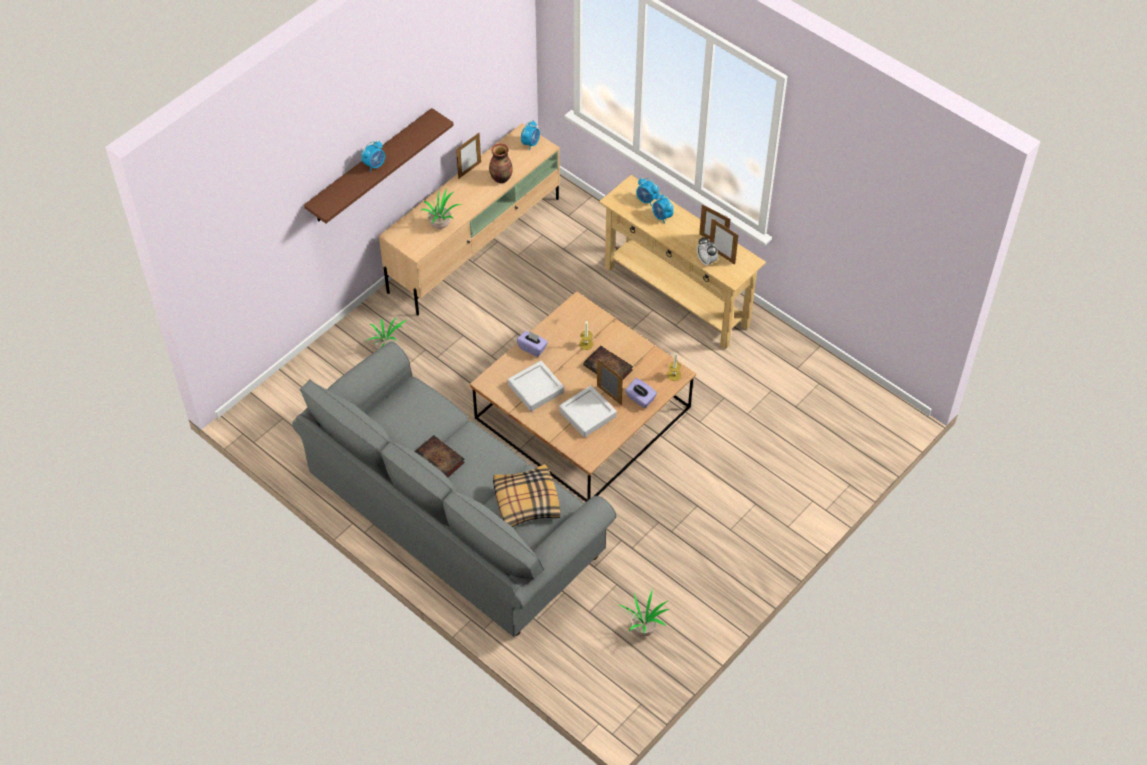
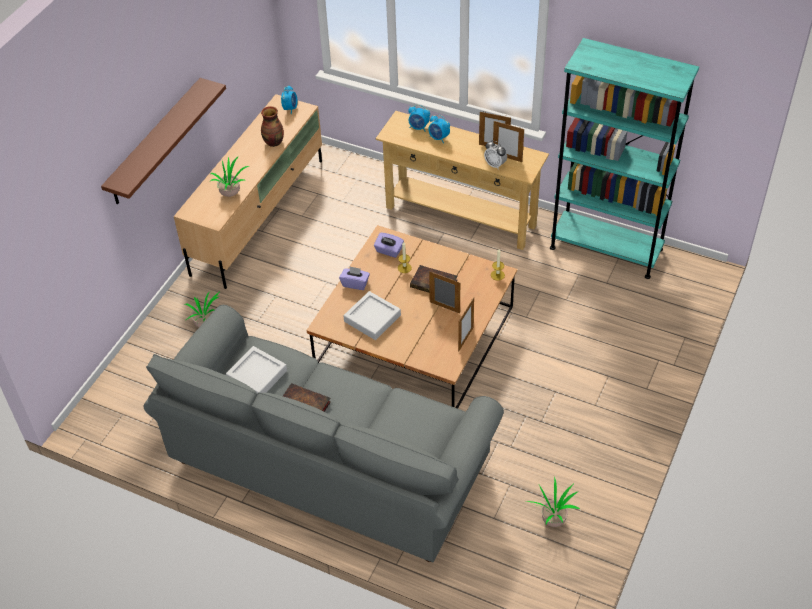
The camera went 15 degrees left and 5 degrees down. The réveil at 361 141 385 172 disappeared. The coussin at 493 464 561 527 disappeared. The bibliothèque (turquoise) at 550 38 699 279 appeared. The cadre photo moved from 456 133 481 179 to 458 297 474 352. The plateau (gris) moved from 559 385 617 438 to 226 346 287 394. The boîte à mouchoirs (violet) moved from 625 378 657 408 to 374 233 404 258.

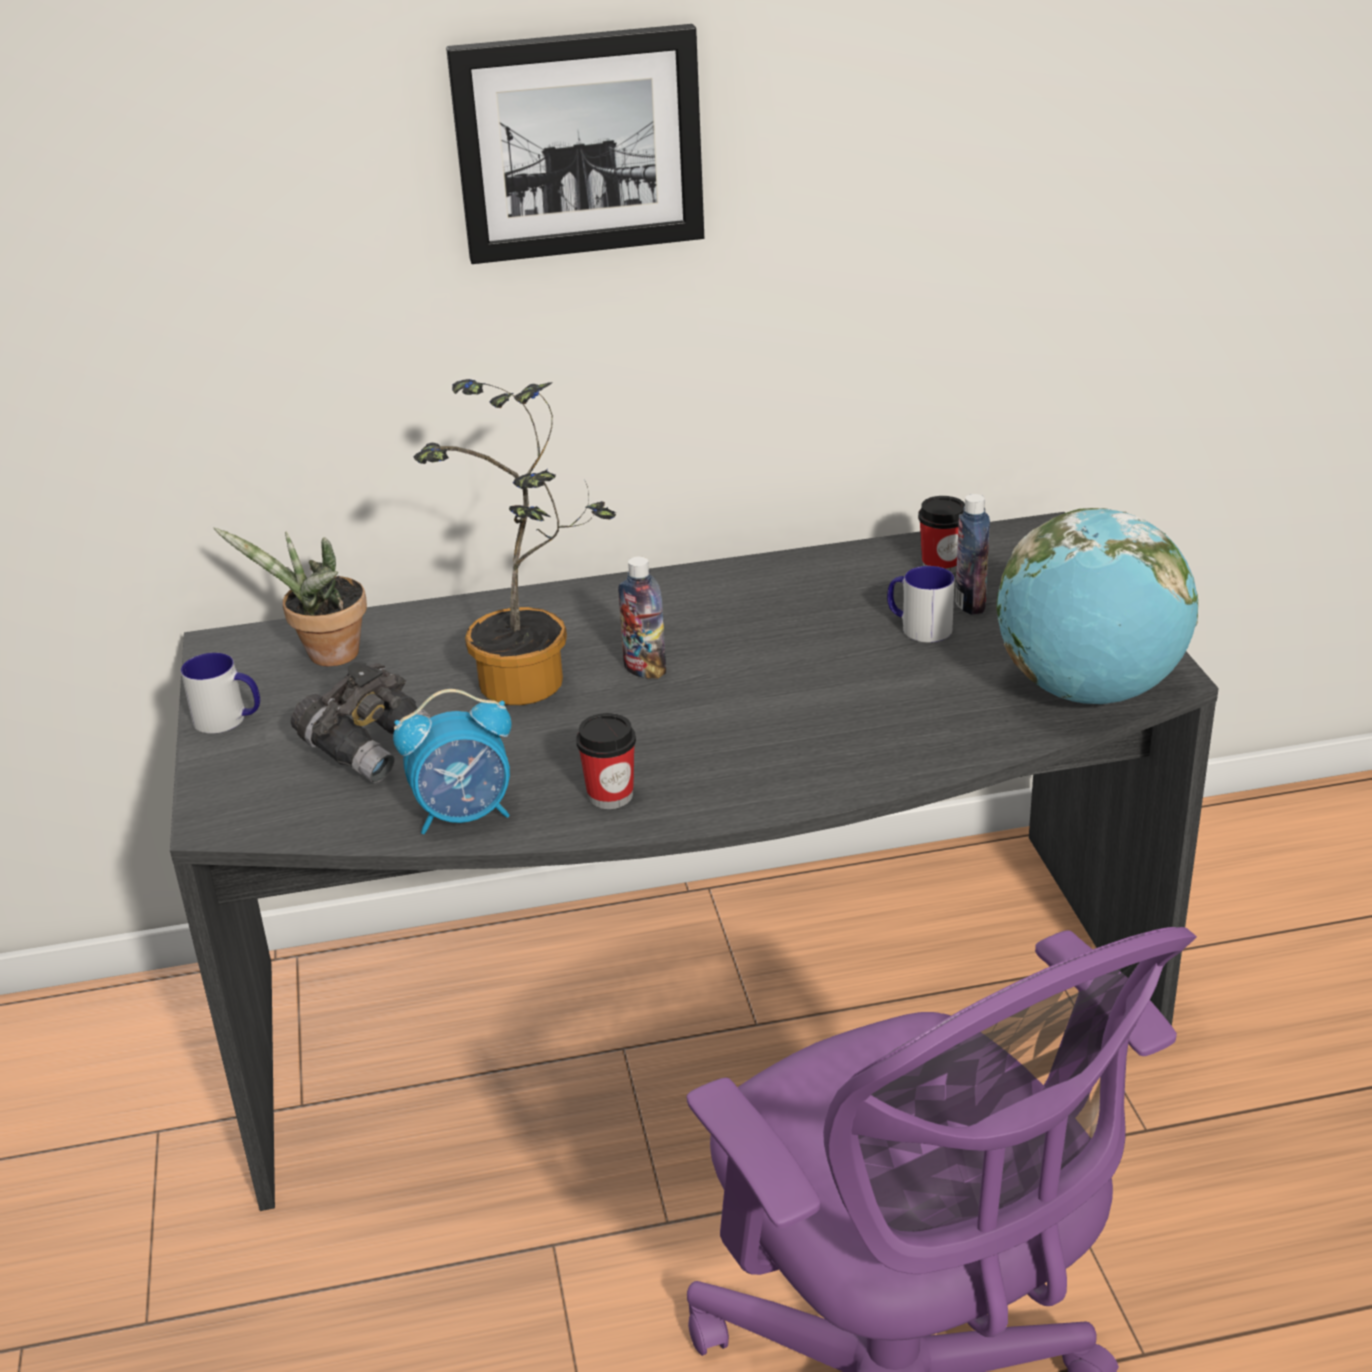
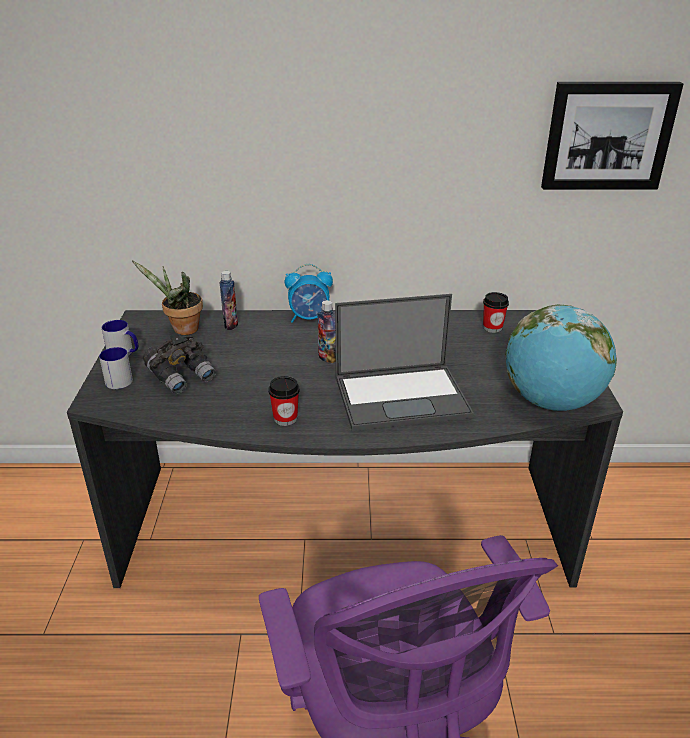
The camera went 10 degrees right and 0 degrees up. The plante en pot at 414 379 617 705 disappeared. The ordinateur portable at 335 294 474 431 appeared. The réveil moved from 393 689 512 834 to 285 264 333 323. The tableau moved from 446 24 704 264 to 541 82 684 190. The mug moved from 887 566 955 642 to 99 347 133 389. The bouteille moved from 955 494 990 615 to 220 271 238 330.

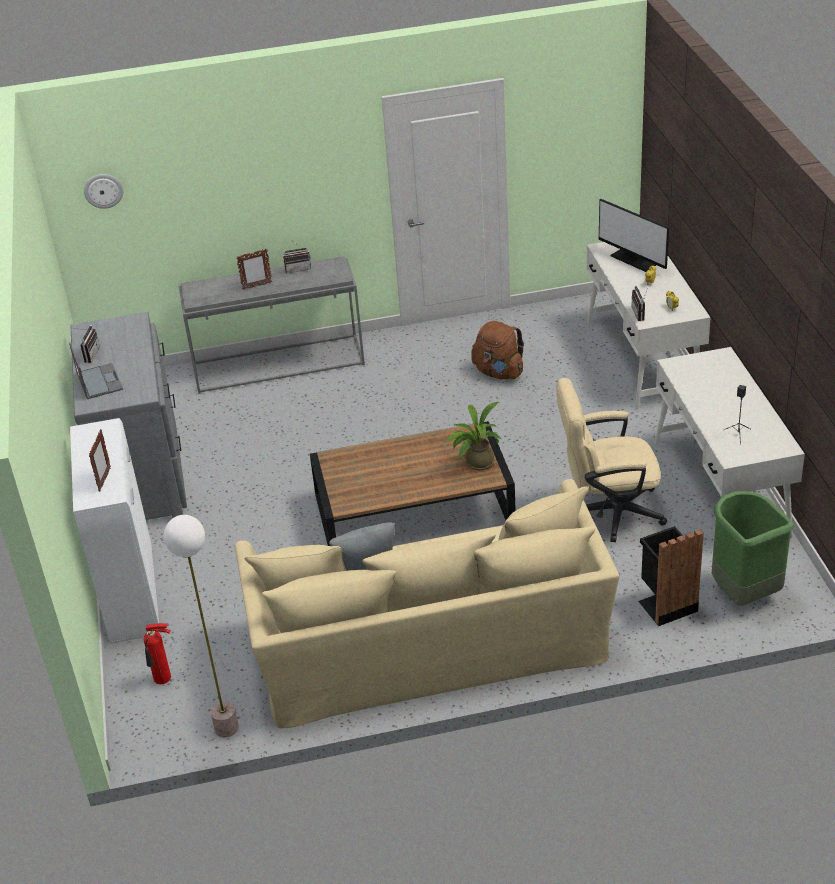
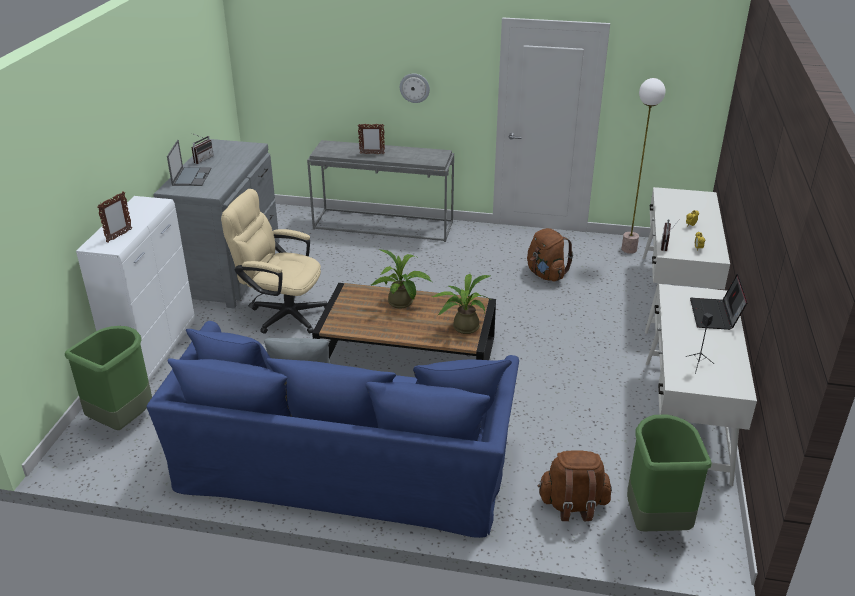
The camera went 20 degrees right and 5 degrees down. The radio at 283 241 311 273 disappeared. The écran d'ordinateur at 598 199 669 272 disappeared. The plante en pot at 371 249 432 309 appeared. The ordinateur portable at 690 274 748 330 appeared. The horloge murale moved from 84 174 123 209 to 400 73 430 103. The lampadaire moved from 164 515 239 737 to 621 78 666 254. The chaise de bureau (beige) moved from 557 378 667 542 to 221 189 328 334. The extincteur at 143 623 171 684 was replaced by the poubelle (vert) at 65 326 152 430. The poubelle (noir) at 638 526 704 626 was replaced by the sac à dos (marron) at 538 450 612 521. The canapé (beige) at 235 479 620 728 became the canapé (bleu) at 146 321 519 538.

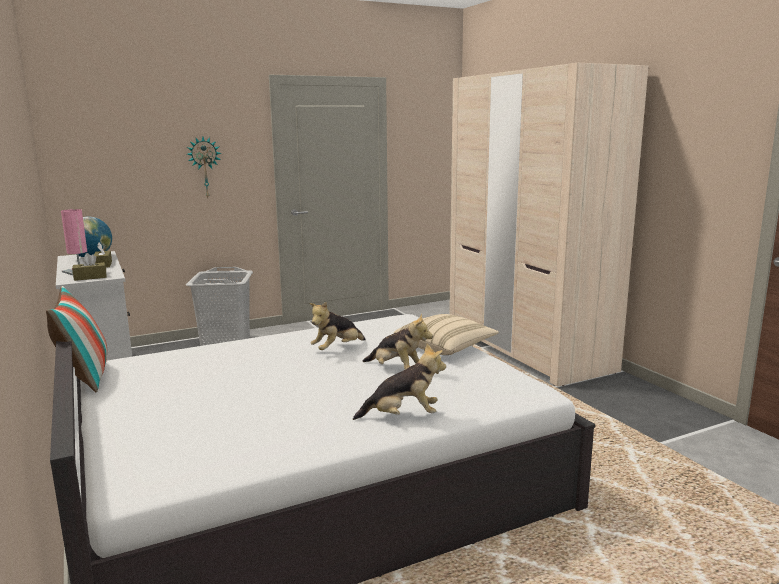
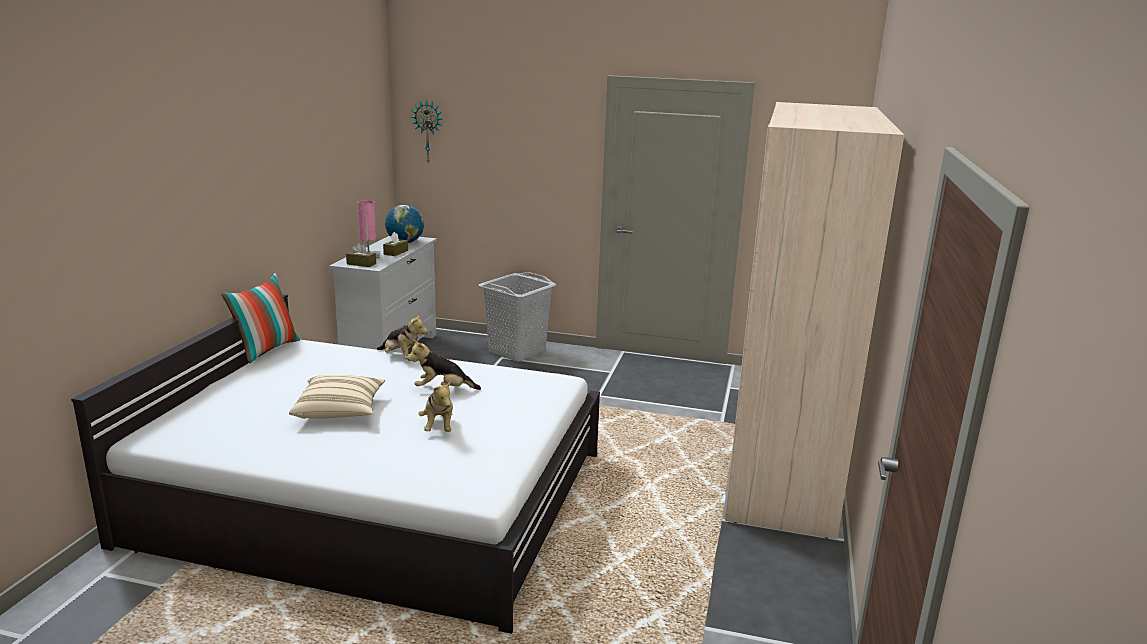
The camera went 40 degrees right and 5 degrees up. The horloge murale moved from 187 137 221 198 to 412 99 443 163. The peluche moved from 353 343 446 420 to 377 313 428 359. The coussin (beige) moved from 394 314 499 355 to 289 375 385 419.

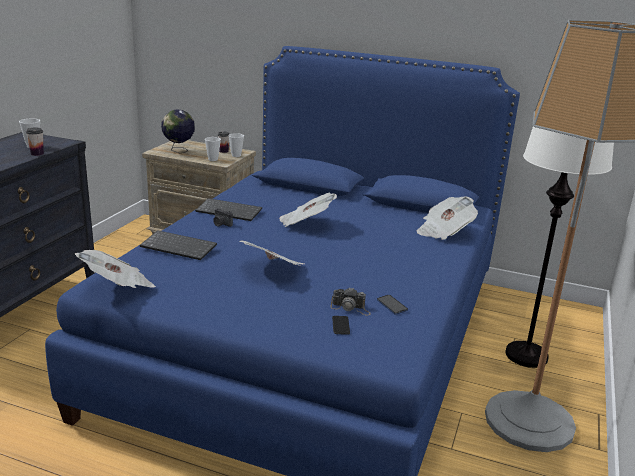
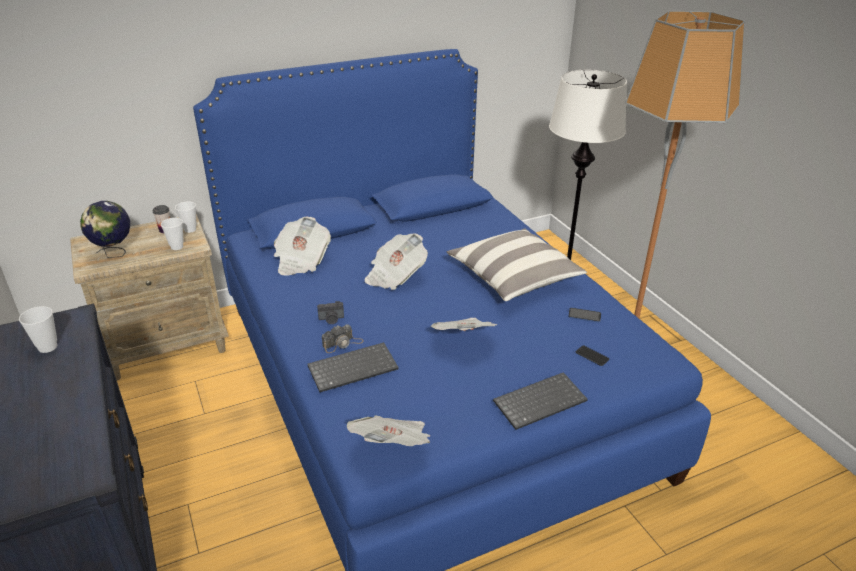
The camera went 45 degrees left and 10 degrees up. The tasse at 26 128 44 156 disappeared. The coussin at 446 228 587 301 appeared. The clavier moved from 195 198 262 221 to 493 372 588 430. The appareil photo moved from 331 287 371 315 to 322 324 364 353. The journal moved from 417 197 478 240 to 274 217 331 276.

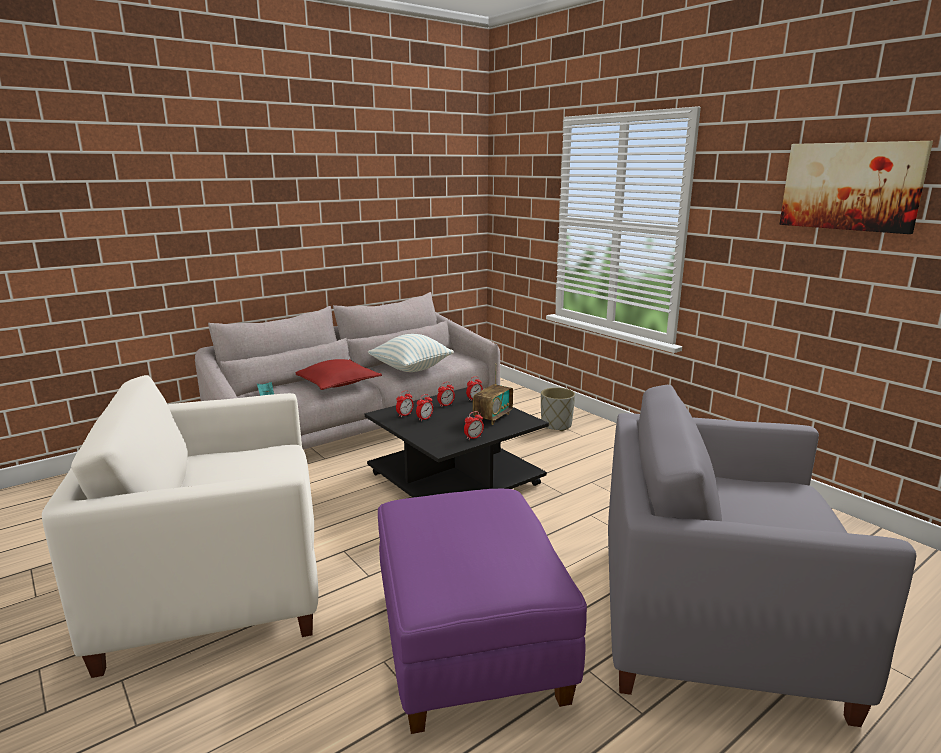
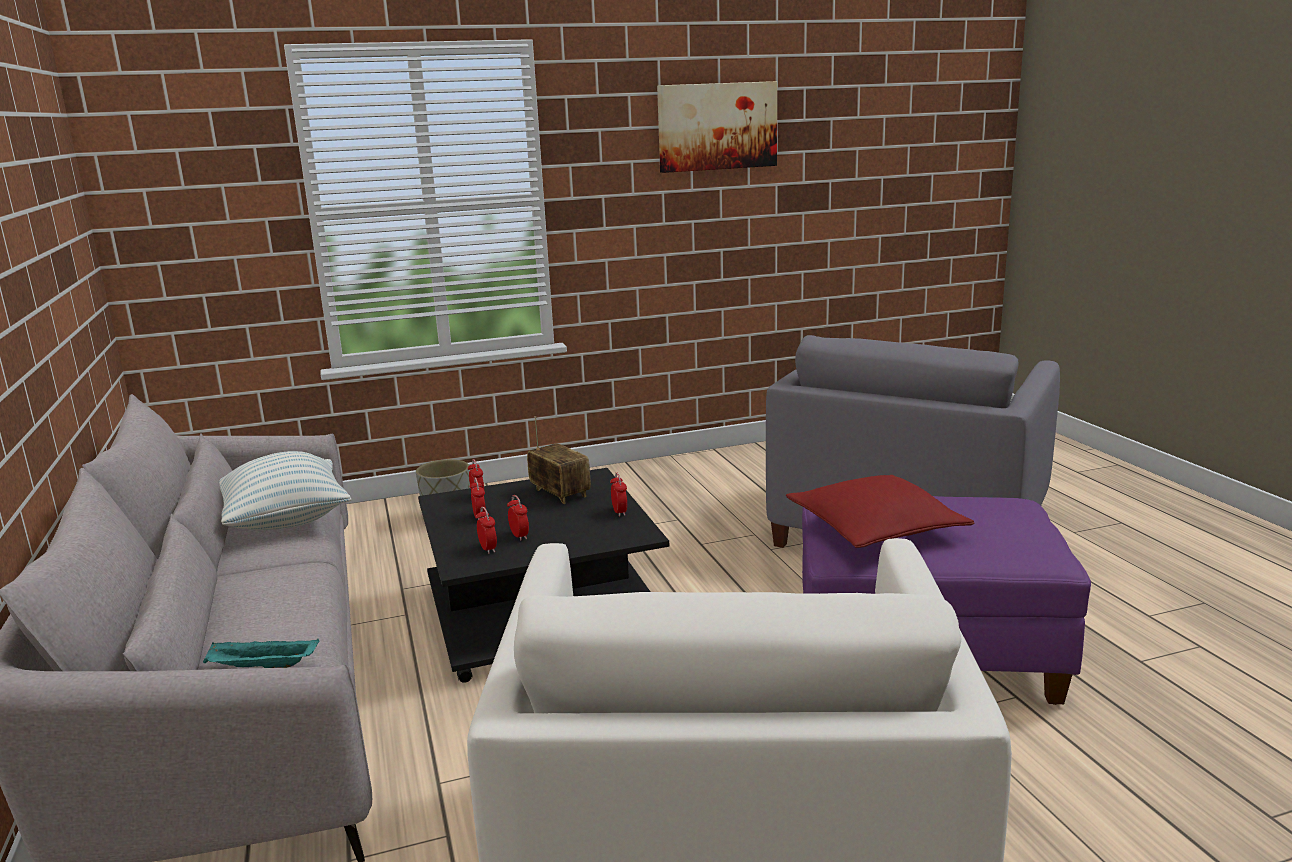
The camera went 70 degrees left and 0 degrees up. The coussin (rouge) moved from 295 359 382 390 to 786 475 974 548.

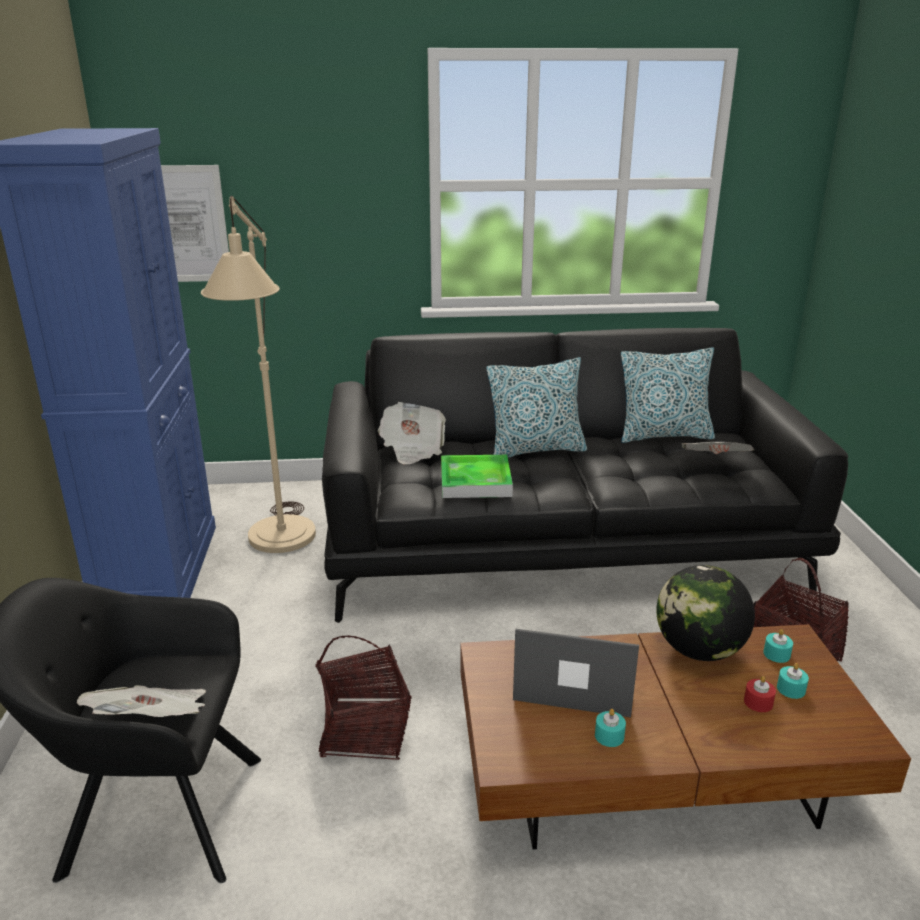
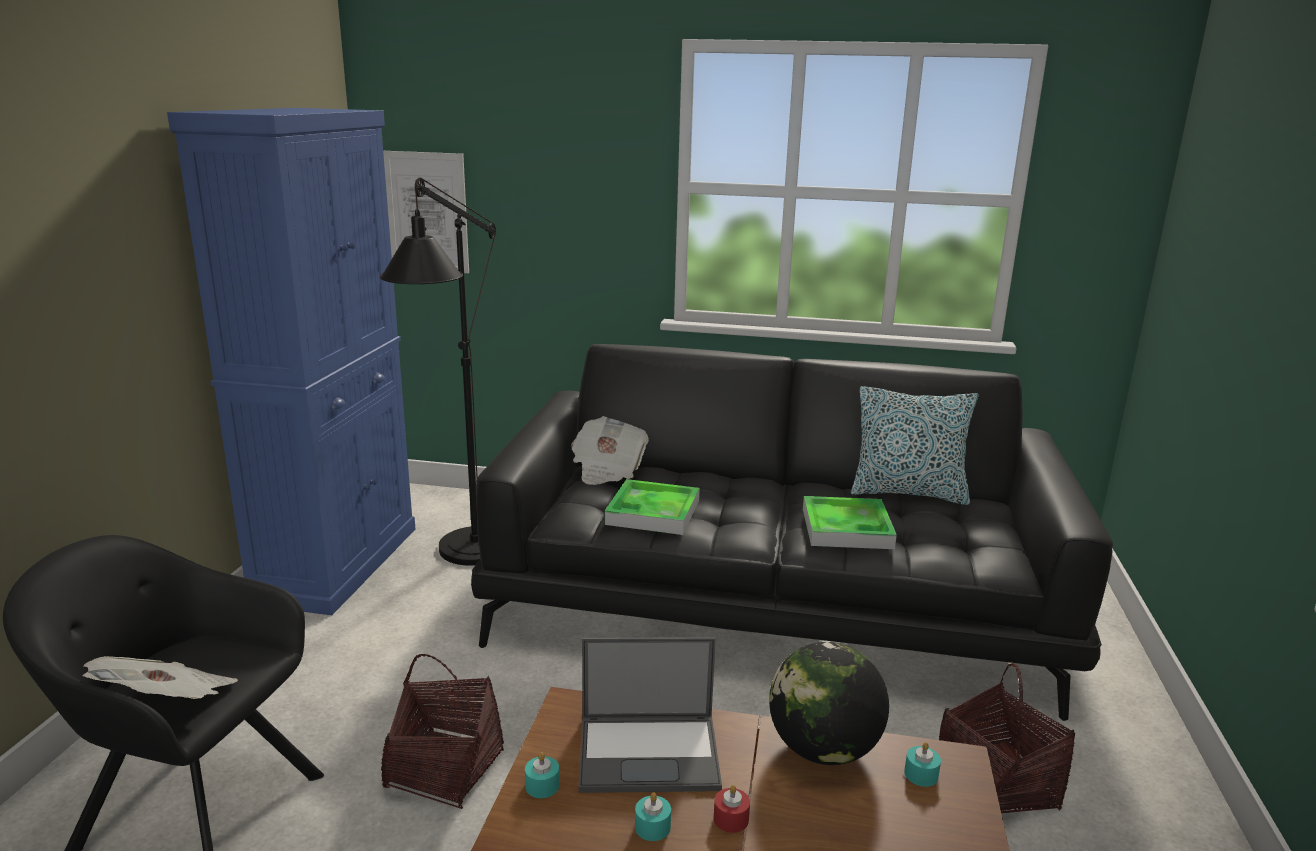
The camera went 15 degrees right and 5 degrees down. The coussin at 486 357 587 457 disappeared. The journal at 682 442 754 454 disappeared. The plateau at 803 496 897 549 appeared. The bougie (rouge) moved from 744 676 776 712 to 714 785 750 833. The bougie (turquoise) moved from 777 663 809 699 to 525 752 560 798. The lampadaire (beige) at 201 196 316 553 became the lampadaire (noir) at 380 177 496 566. The ordinateur portable at 513 629 639 717 turned 150 degrees clockwise.

